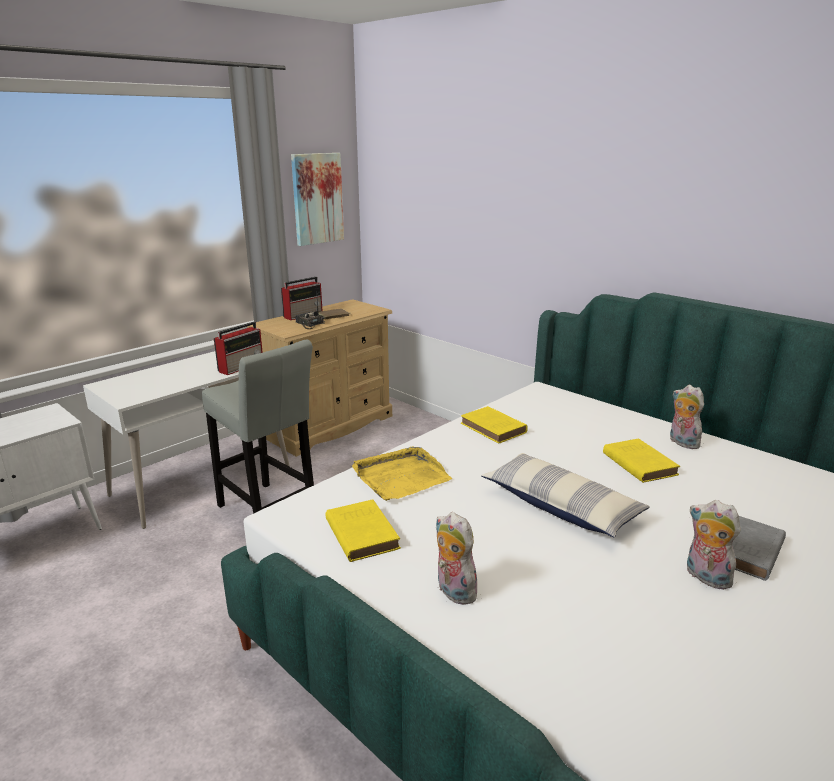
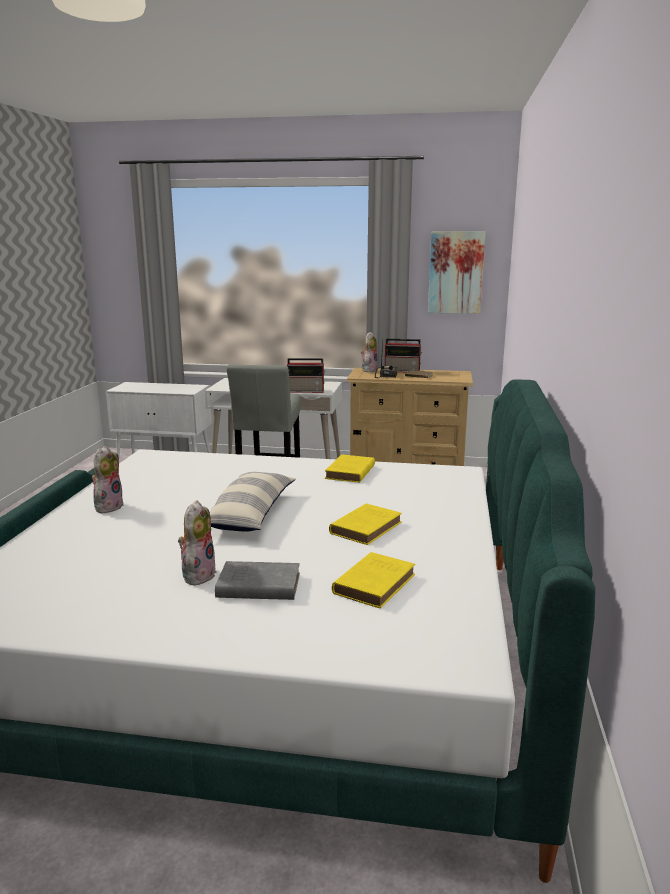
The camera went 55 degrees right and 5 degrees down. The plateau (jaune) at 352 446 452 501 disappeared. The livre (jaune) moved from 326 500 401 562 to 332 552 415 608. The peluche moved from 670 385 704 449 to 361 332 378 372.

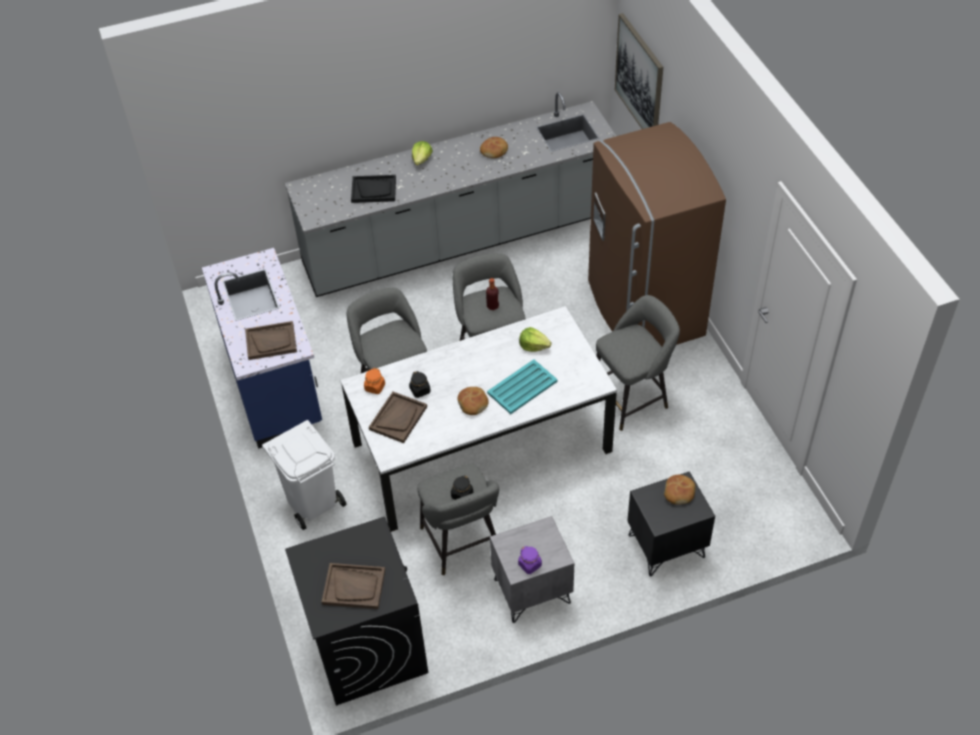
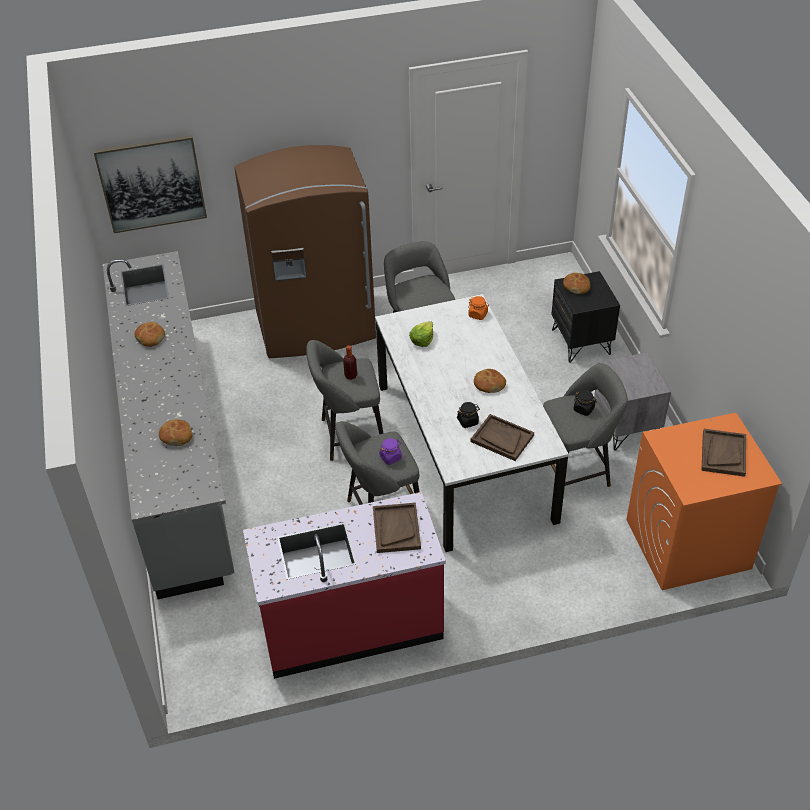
The camera went 85 degrees left and 5 degrees down. The poubelle (blanc) at 262 420 346 530 disappeared. The laitue at 412 141 433 165 disappeared. The plateau (turquoise) at 487 359 558 414 disappeared. The bocal (orange) moved from 364 368 385 394 to 468 296 489 320. The bocal (violet) moved from 518 546 542 574 to 379 438 402 465. The plateau (noir) at 351 175 396 203 was replaced by the pain at 159 420 193 446. The comptoir de cuisine (bleu) at 202 248 322 449 became the comptoir de cuisine (rouge) at 243 492 446 679. The lave-linge (noir) at 285 517 428 706 became the lave-linge (orange) at 627 413 782 590.

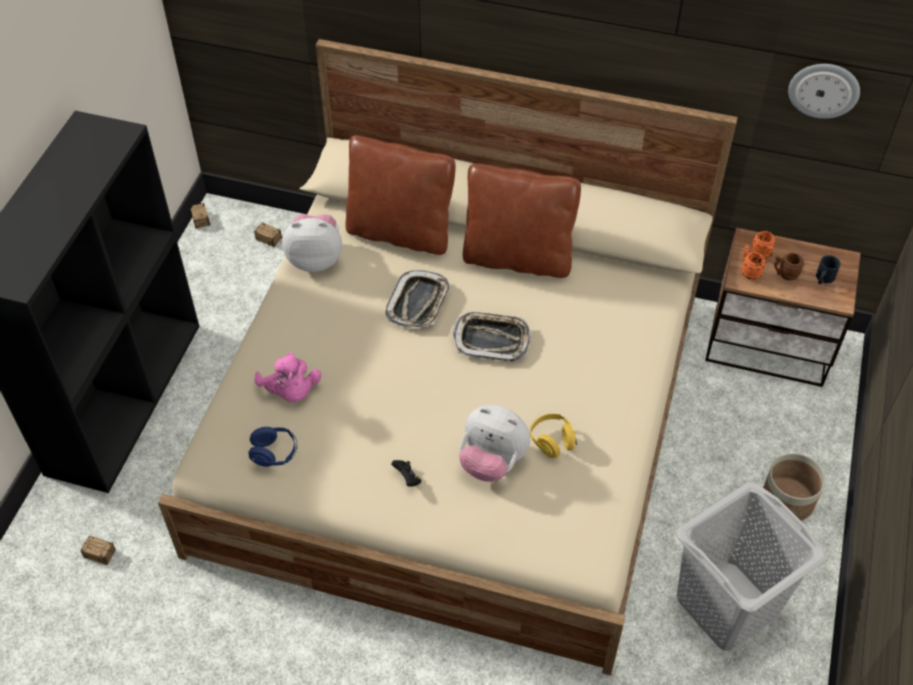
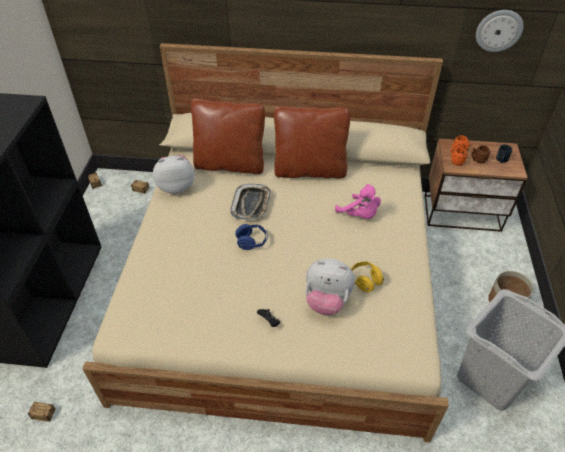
The camera went 10 degrees left and 5 degrees down. The plateau at 453 312 531 361 disappeared. The casque audio (bleu) moved from 248 427 297 467 to 235 224 268 250. The peluche (rose) moved from 255 352 321 402 to 335 184 381 219.

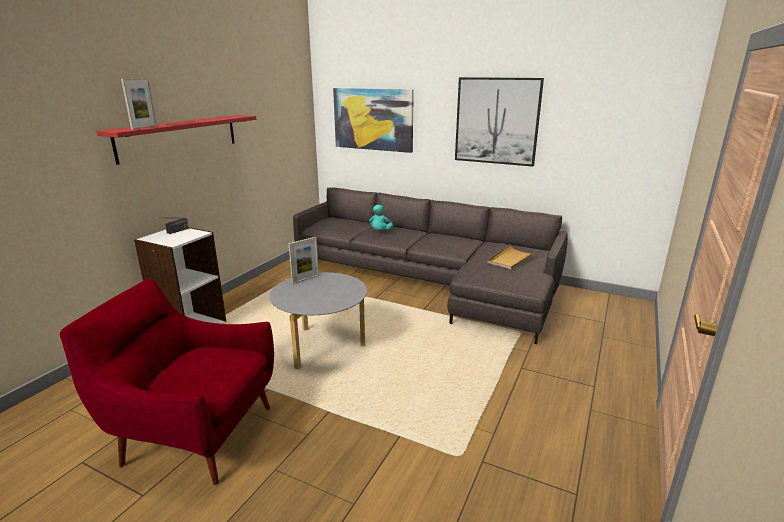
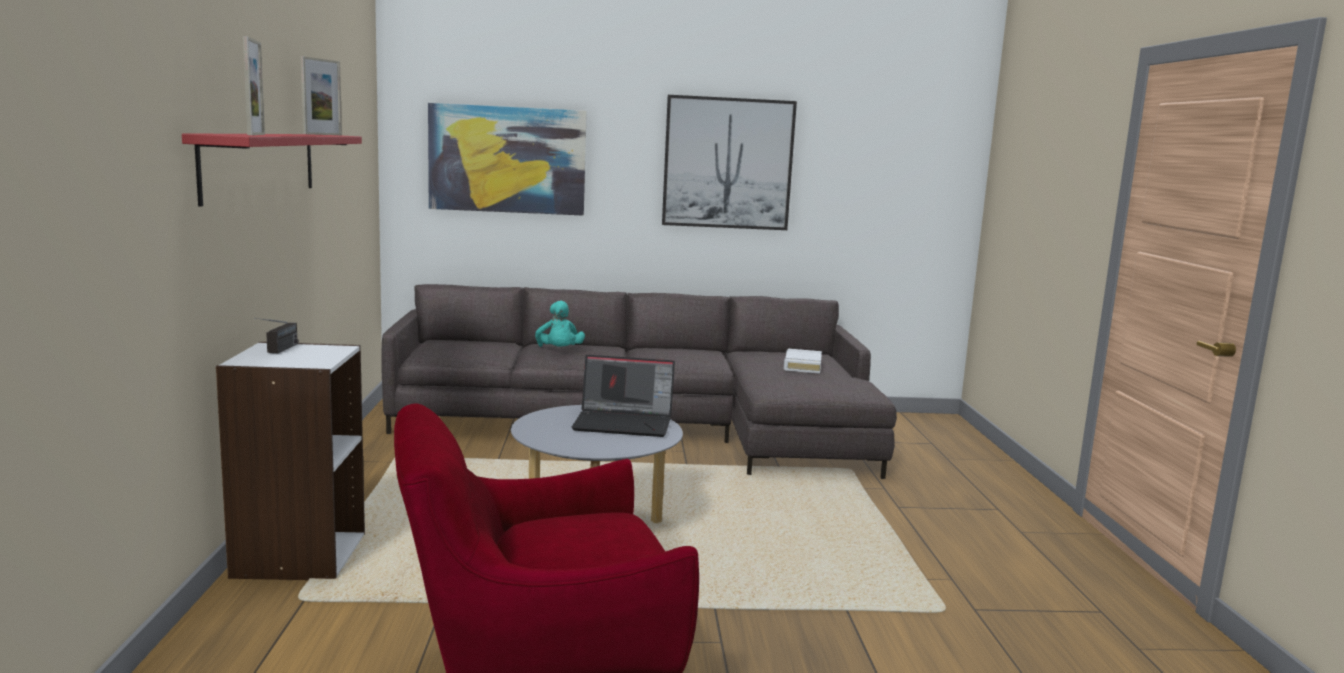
The camera went 30 degrees left and 10 degrees down. The ordinateur portable at 571 355 675 437 appeared. The cadre photo moved from 288 237 319 284 to 300 56 342 135. The plateau (beige) at 487 245 536 270 was replaced by the livre (blanc) at 784 349 822 374.

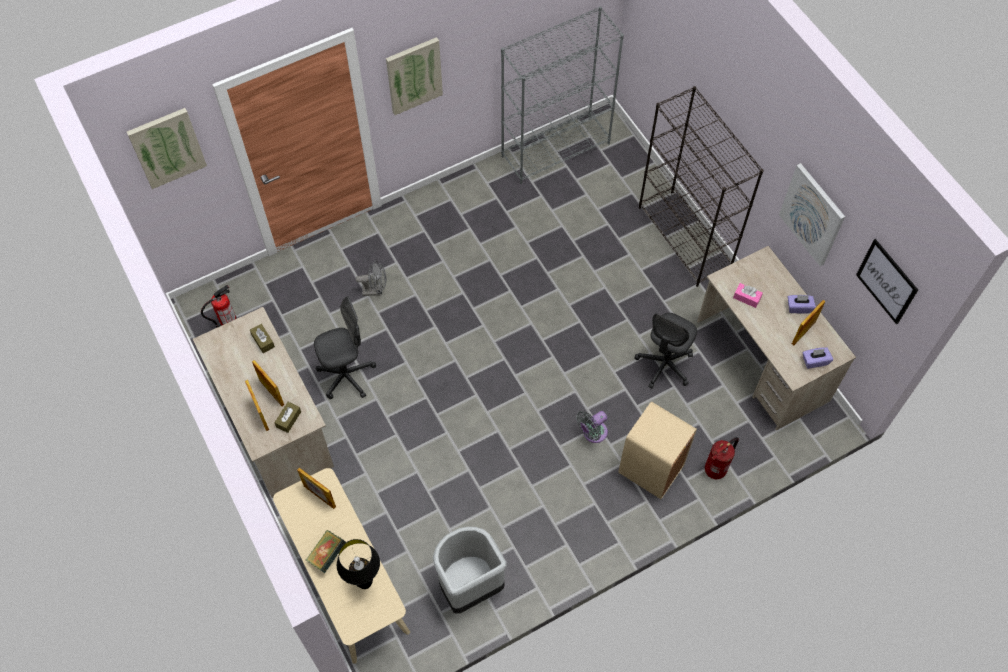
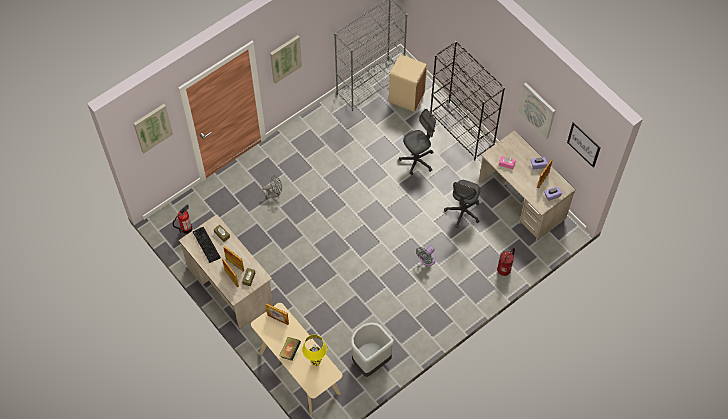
The camera went 10 degrees left and 0 degrees up. The clavier at 193 227 221 263 appeared. The chaise de bureau (gris) moved from 314 296 376 399 to 399 109 436 175. The poubelle (beige) moved from 618 401 697 499 to 389 54 427 112. The lampe de table (noir) at 337 539 380 589 became the lampe de table (jaune) at 302 335 327 366.

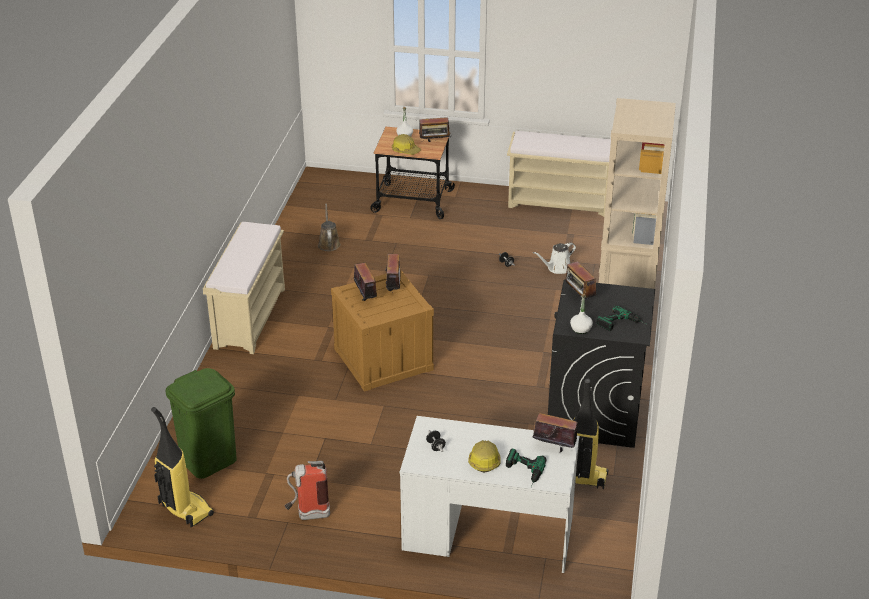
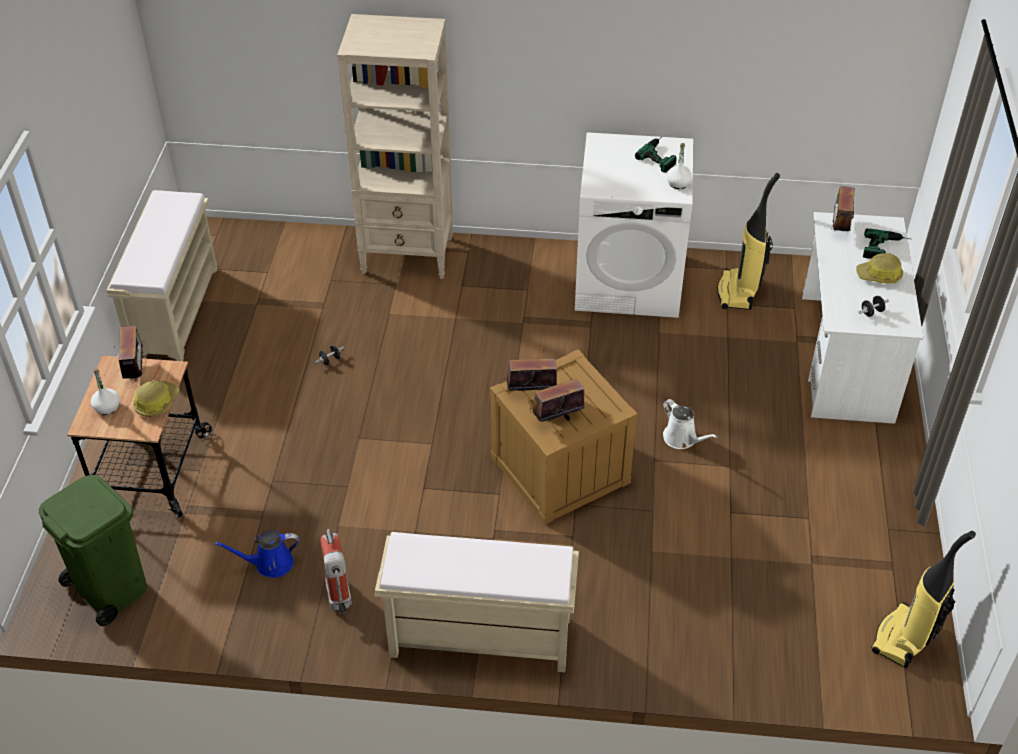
The camera went 95 degrees left and 10 degrees up. The radio at 566 261 596 300 disappeared. The poubelle (vert) moved from 166 368 237 479 to 39 475 147 626. The extincteur moved from 285 461 330 520 to 320 529 352 614. The arrosoir (blanc) moved from 533 243 576 274 to 663 399 718 449. The arrosoir (marron) at 318 203 341 251 became the arrosoir (bleu) at 214 531 299 578. The lave-linge (noir) at 548 279 655 448 became the lave-linge (blanc) at 575 132 693 318.

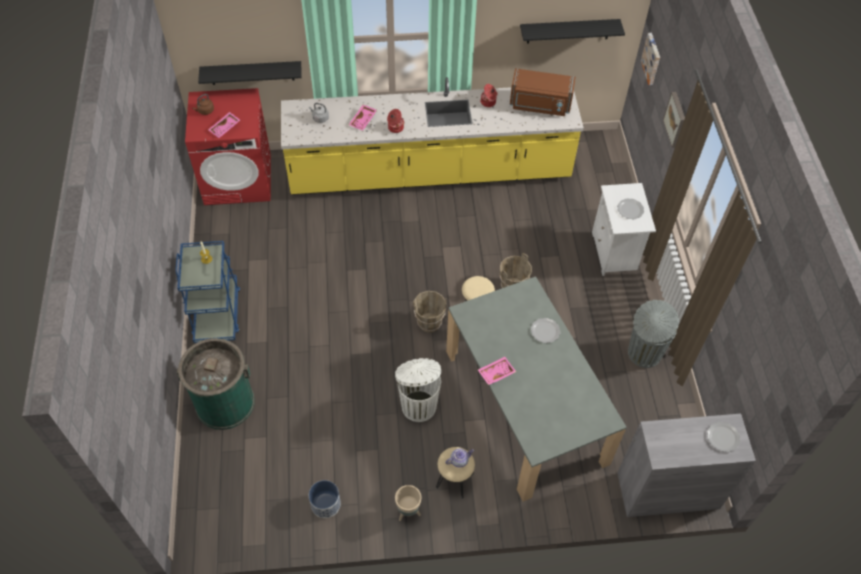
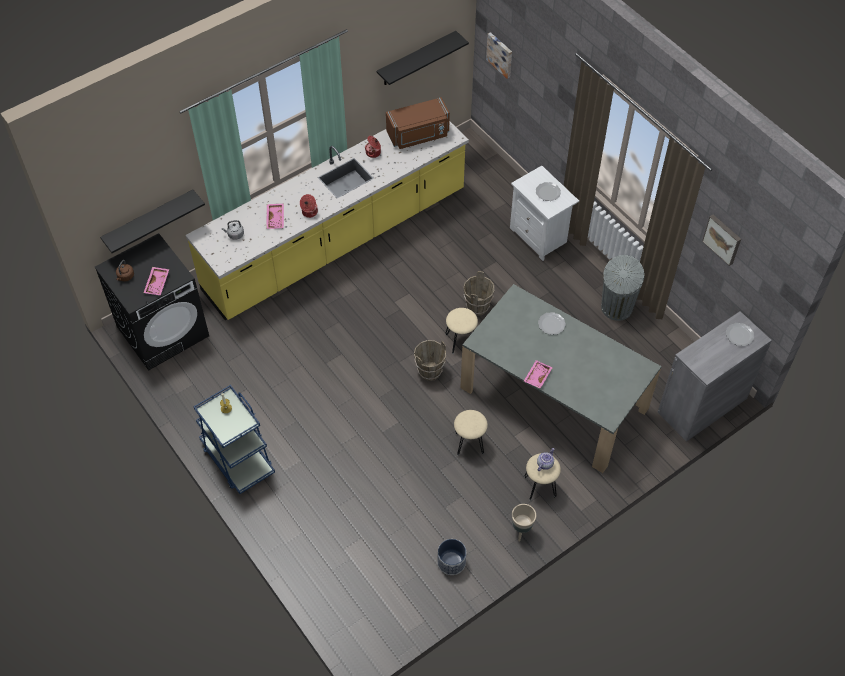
The camera went 30 degrees left and 0 degrees up. The poubelle (vert) at 177 338 255 430 disappeared. The tableau moved from 663 92 685 148 to 702 215 741 266. The poubelle (blanc) at 395 358 441 422 was replaced by the tabouret (beige) at 454 410 488 456. The lave-linge (rouge) at 185 88 271 205 became the lave-linge (noir) at 95 233 209 370.

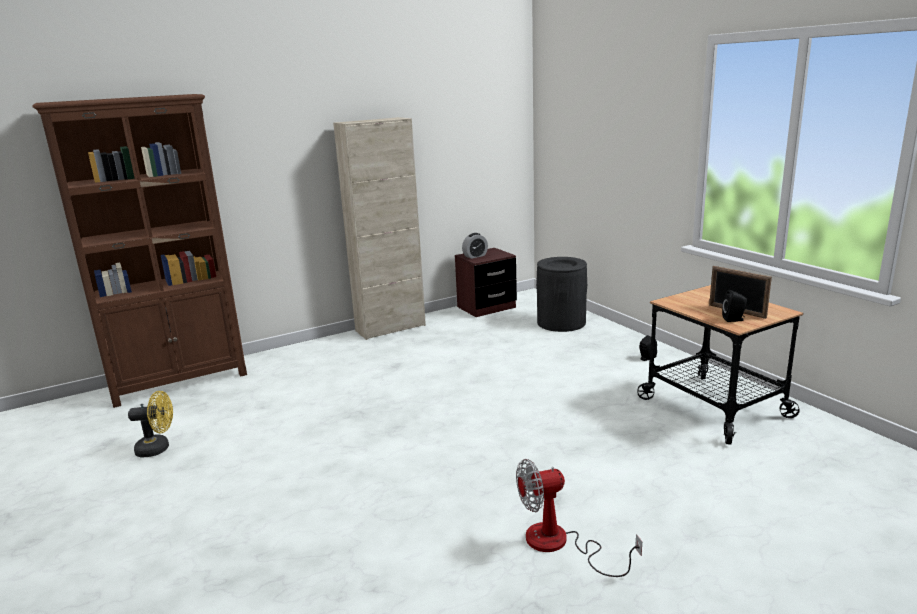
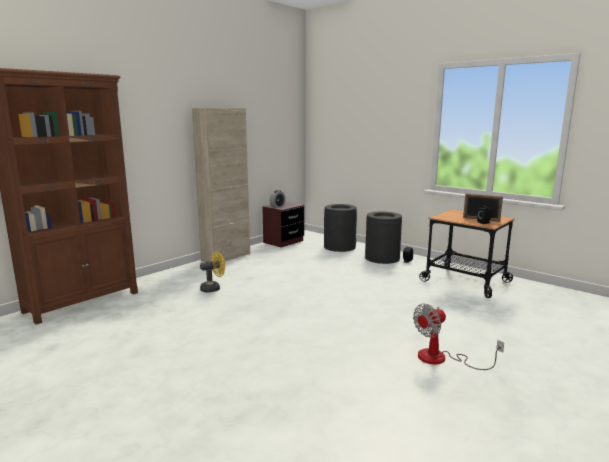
The camera went 20 degrees left and 5 degrees down. The poubelle (noir) at 365 212 402 264 appeared. The ventilateur (jaune) moved from 128 391 173 457 to 200 252 225 293.

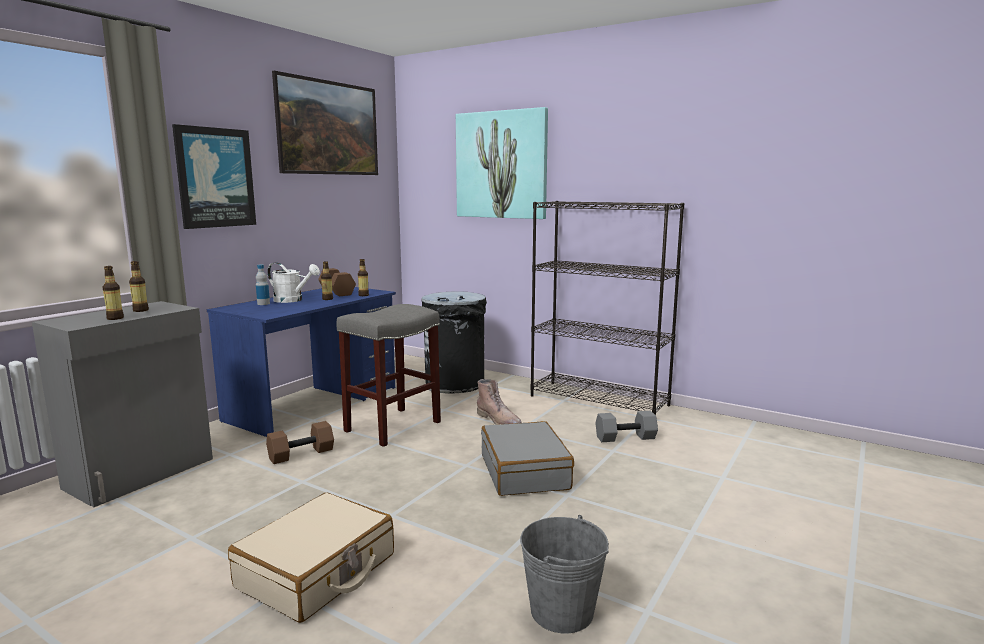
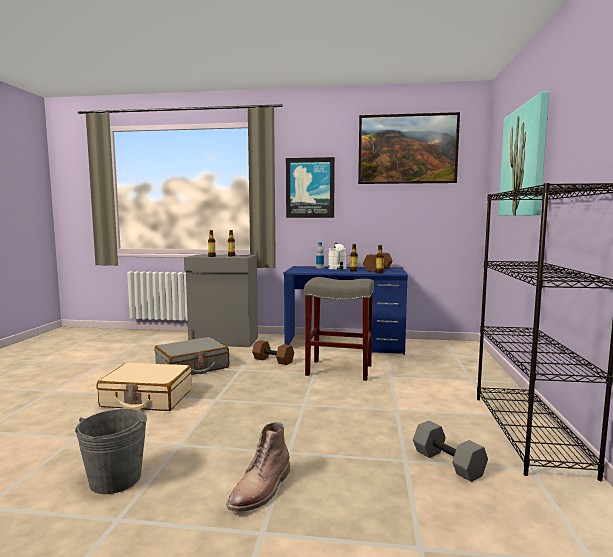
The camera went 65 degrees right and 5 degrees down. The poubelle (noir) at 422 291 487 393 disappeared. The botte (marron) moved from 477 379 521 425 to 226 422 291 512. The valise (gris) moved from 481 421 574 496 to 155 337 229 375.

